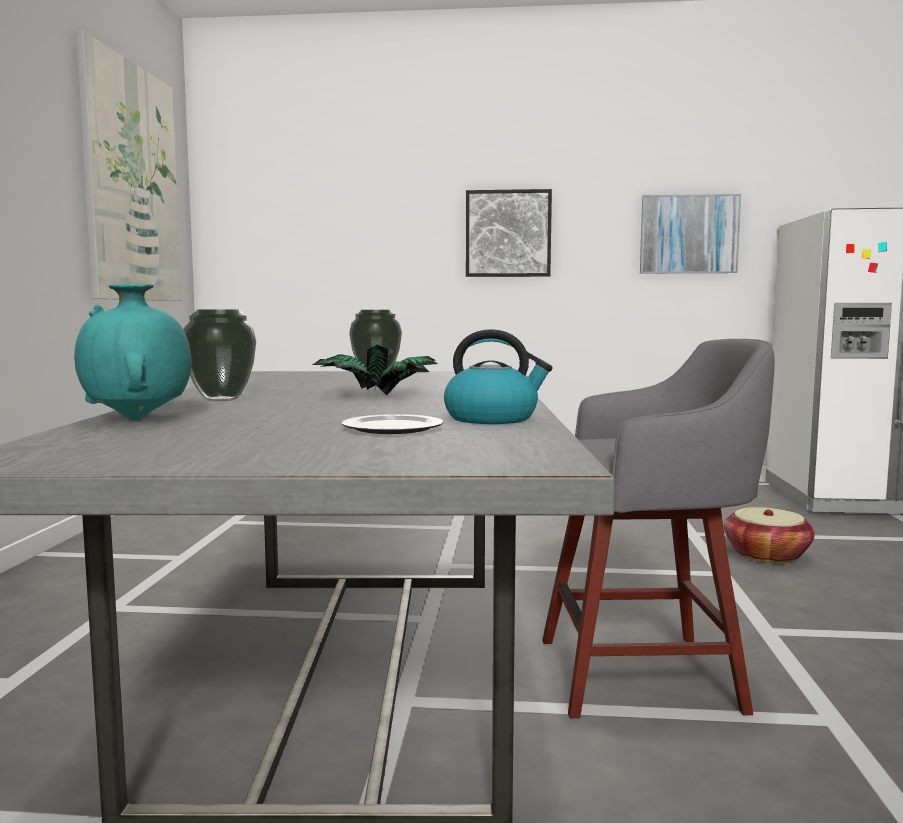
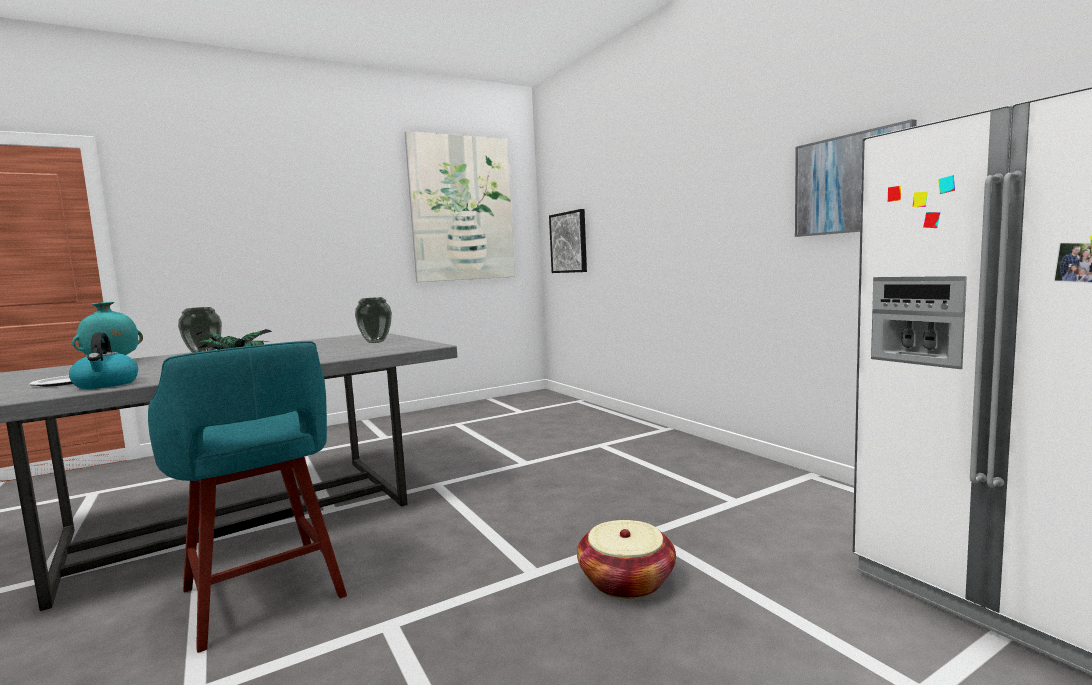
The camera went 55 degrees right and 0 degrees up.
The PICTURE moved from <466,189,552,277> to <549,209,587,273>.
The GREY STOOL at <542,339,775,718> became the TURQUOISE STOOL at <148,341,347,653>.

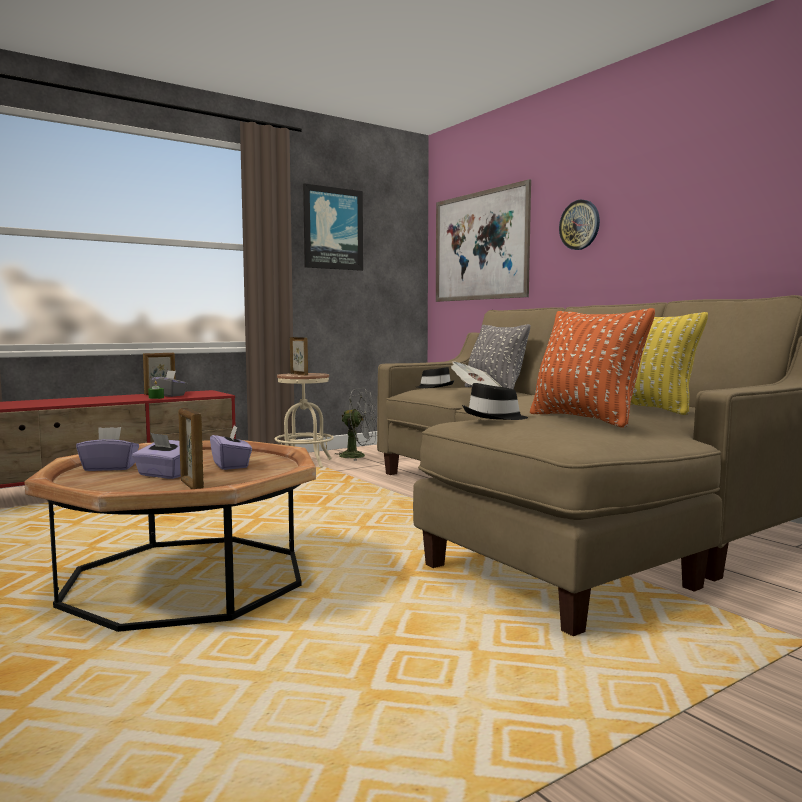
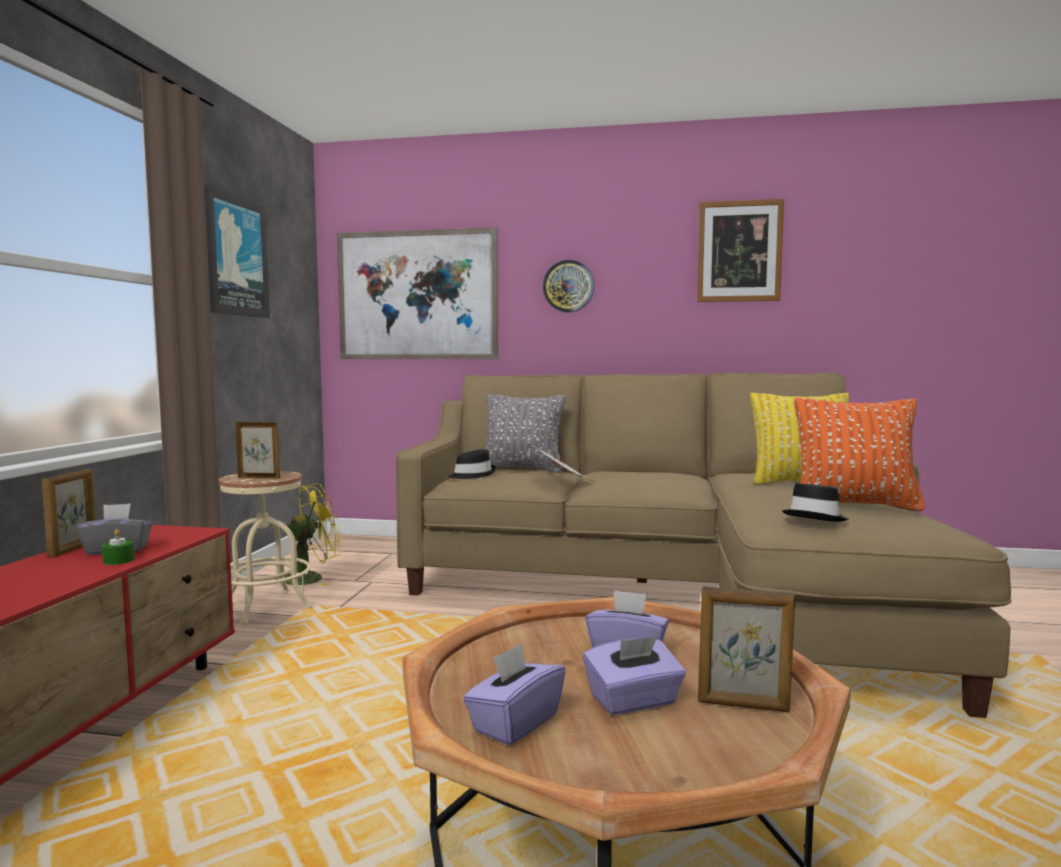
The camera went 45 degrees left and 0 degrees up.
The GREY FAN at <335,388,377,461> became the YELLOW FAN at <275,483,342,586>.
The PICTURE at <697,199,784,302> appeared.

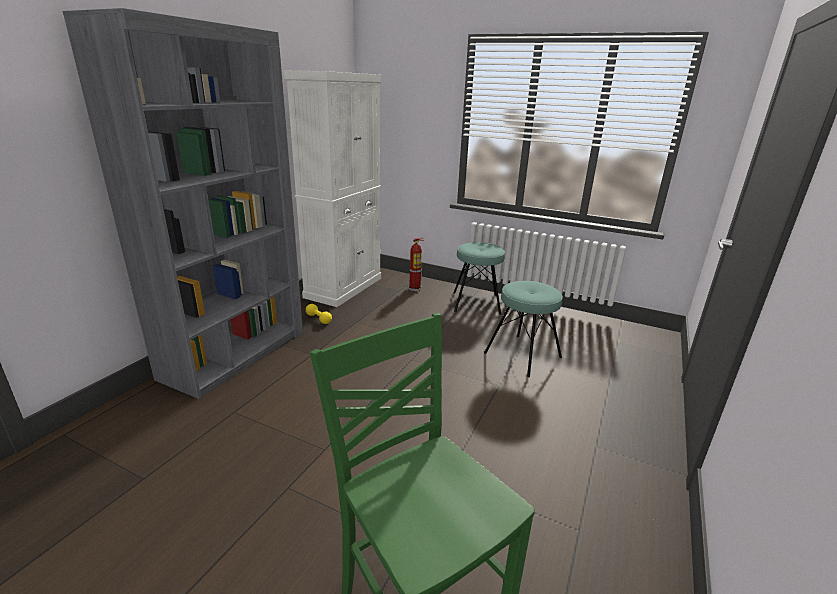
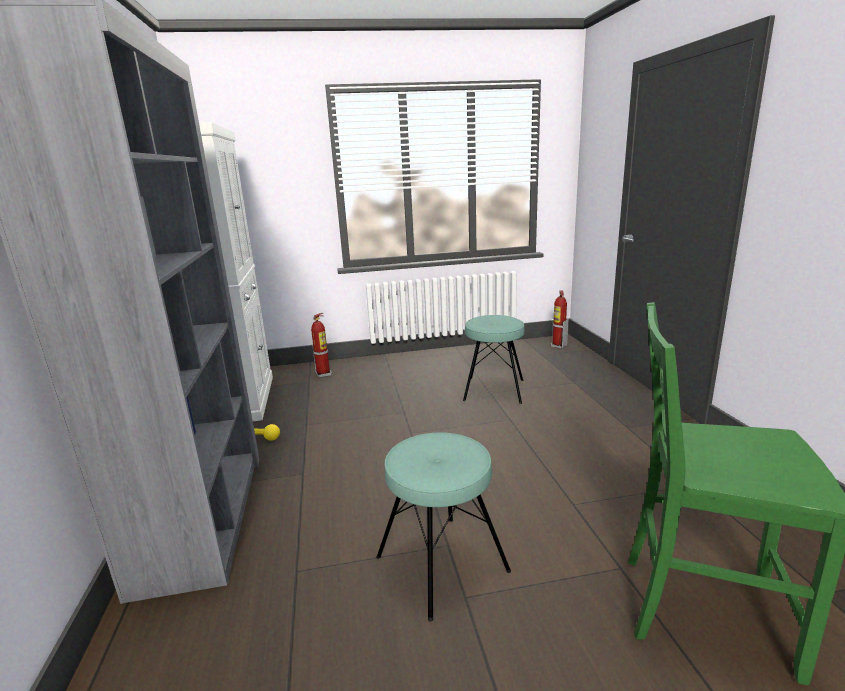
The camera went 35 degrees left and 5 degrees down.
The TURQUOISE STOOL moved from <453,242,505,315> to <376,433,511,621>.
The FIRE EXTINGUISHER at <550,290,568,349> appeared.

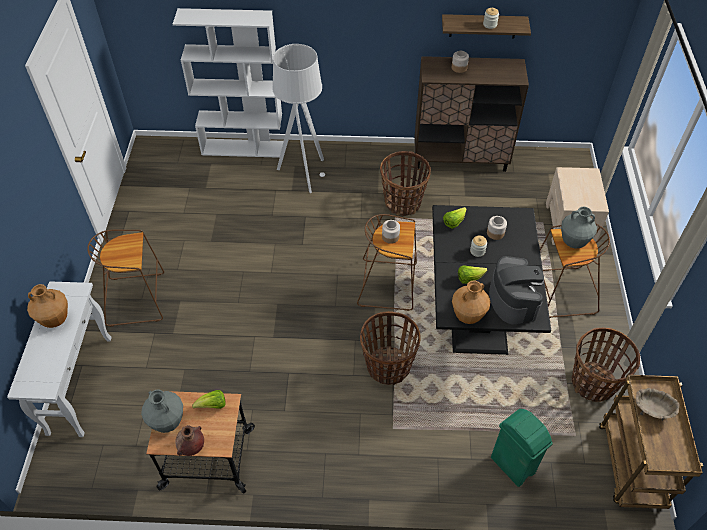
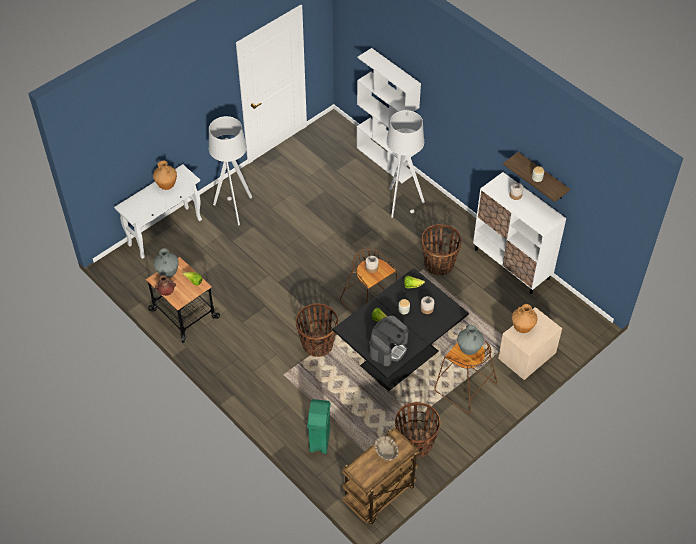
The camera went 45 degrees right and 0 degrees up.
The BROWN STOOL at <87,230,164,327> was replaced by the GREY FLOOR LAMP at <209,116,252,226>.
The BROWN CABINET at <415,56,529,172> became the WHITE CABINET at <473,172,566,294>.
The BROWN VASE moved from <452,281,490,324> to <512,304,538,333>.

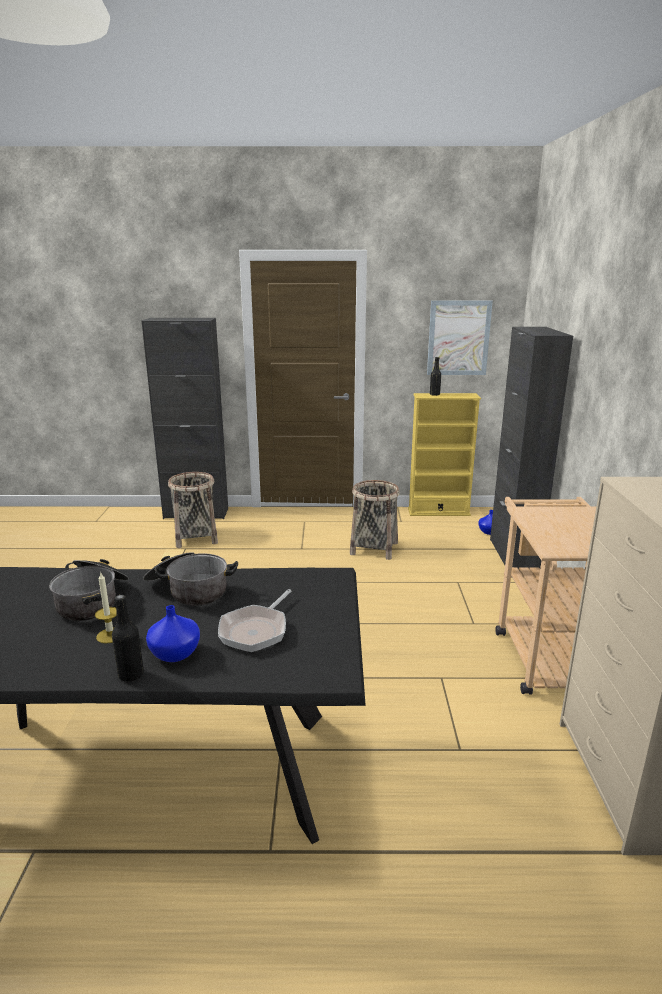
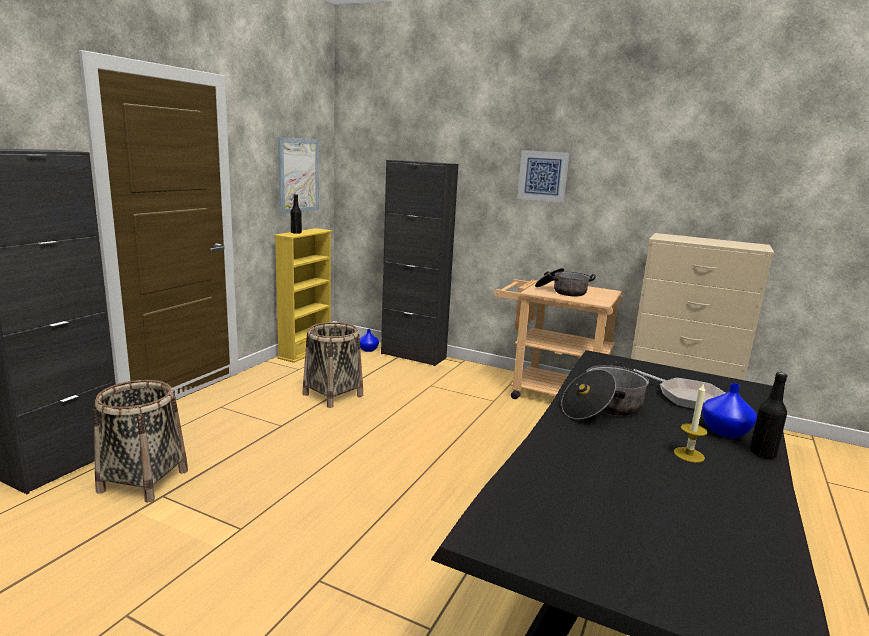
The camera went 65 degrees left and 5 degrees down.
The COOKING POT moved from <49,559,129,621> to <535,268,596,296>.
The PICTURE at <517,150,570,202> appeared.

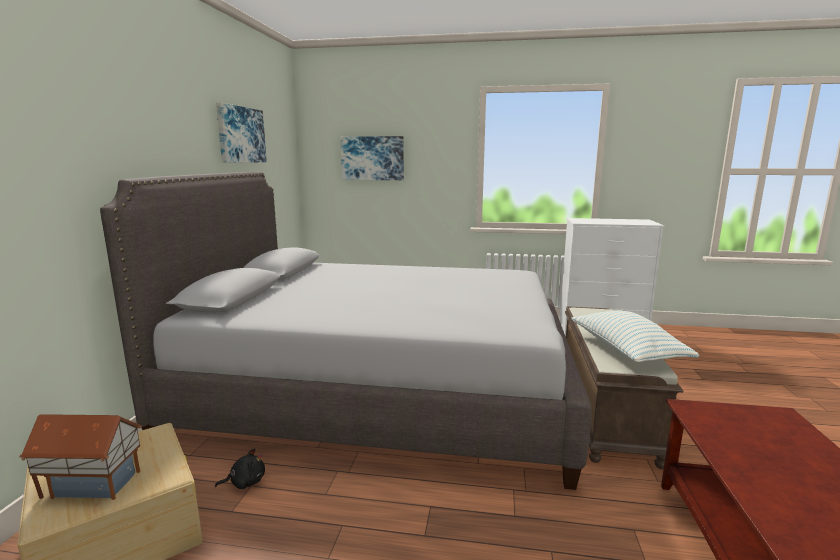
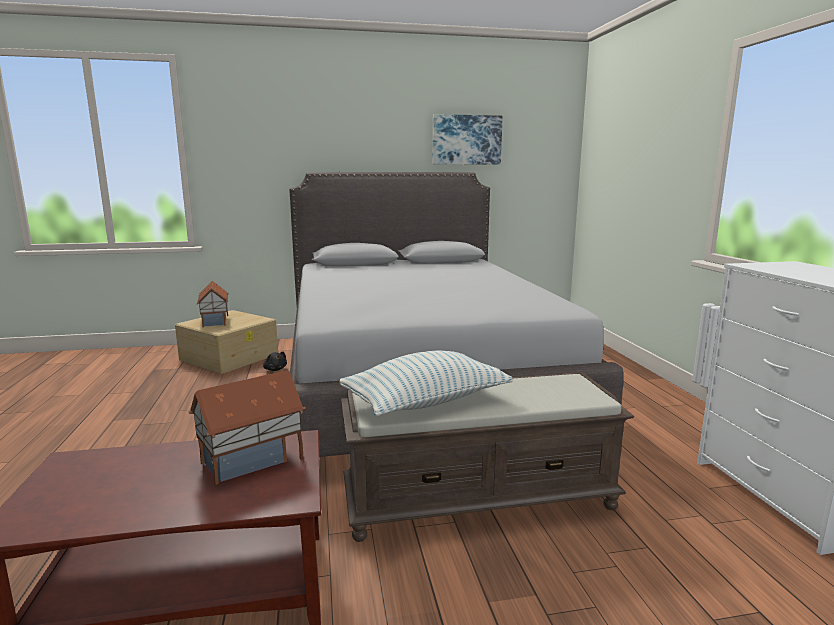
The camera went 70 degrees right and 0 degrees up.
The PICTURE at <340,136,404,180> disappeared.
The TOY HOUSE at <189,370,306,485> appeared.

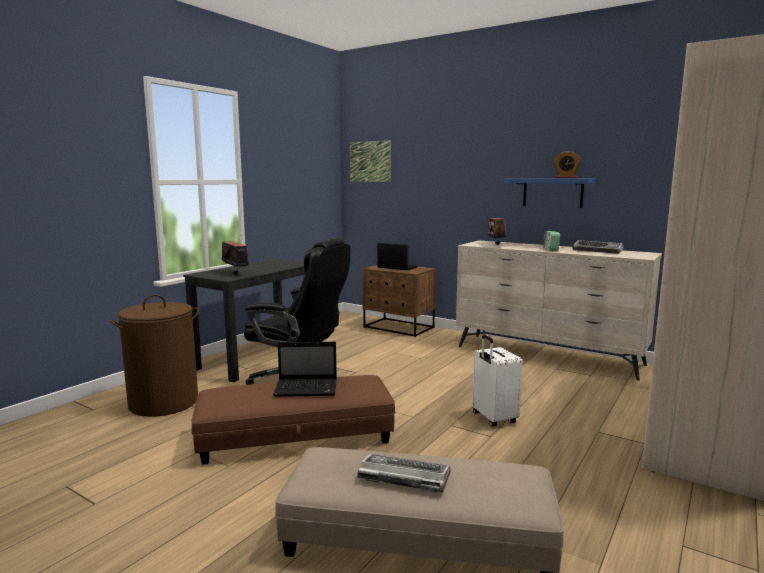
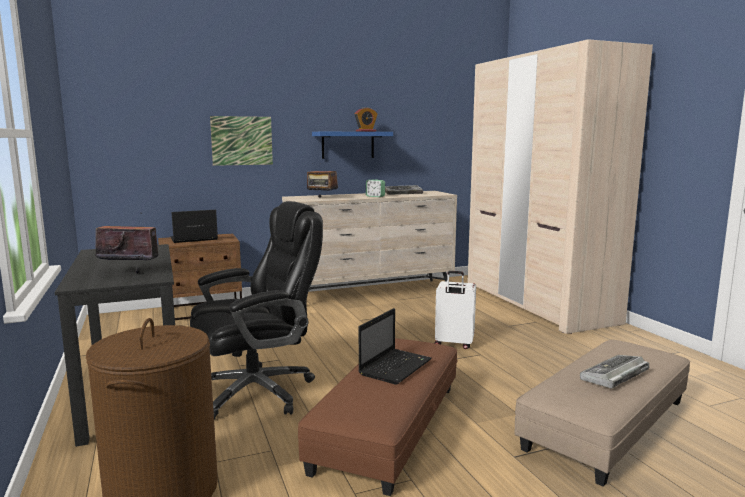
The camera went 55 degrees left and 0 degrees up.
The PICTURE moved from <350,140,391,182> to <210,116,273,166>.

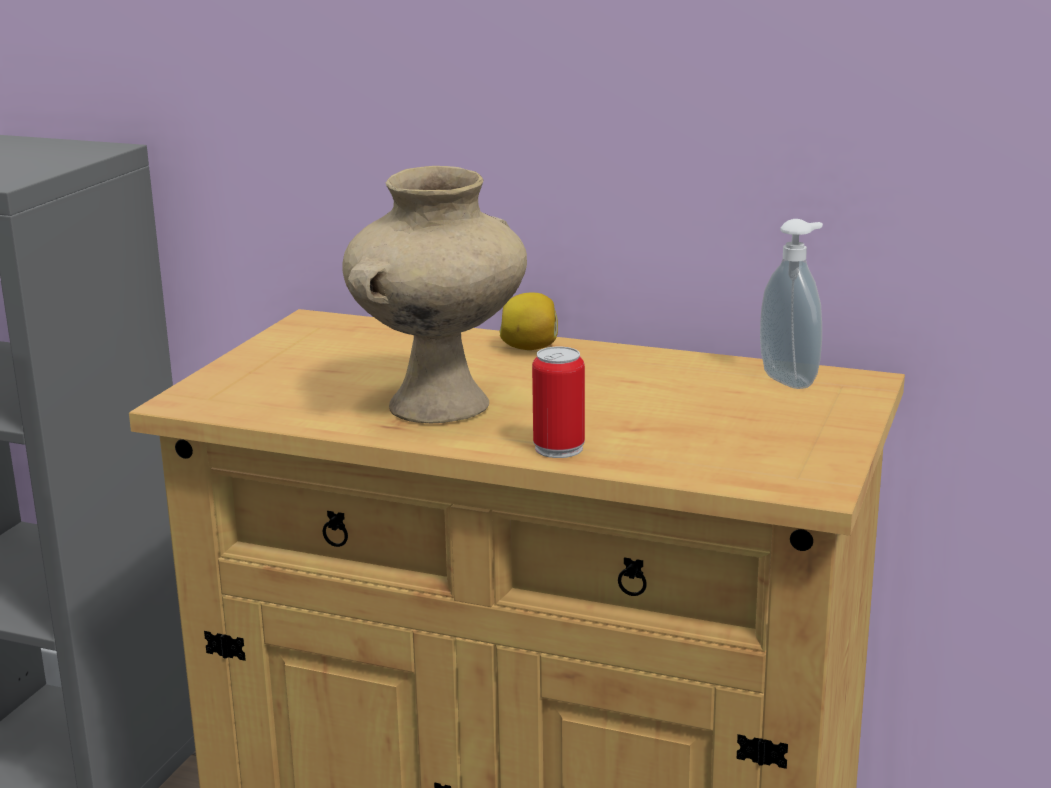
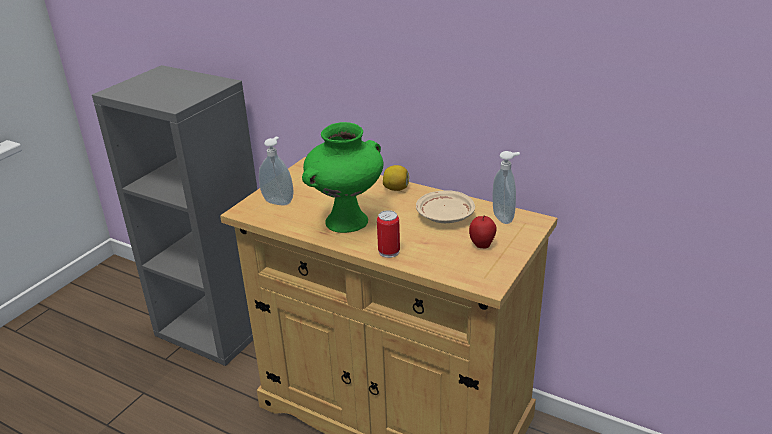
The camera went 10 degrees right and 10 degrees up.
The BEIGE VASE at <342,166,527,423> became the GREEN VASE at <302,122,383,233>.
The SOAP DISPENSER at <259,137,294,205> appeared.
The BEIGE PLATE at <416,190,475,223> appeared.
The APPLE at <469,215,497,248> appeared.

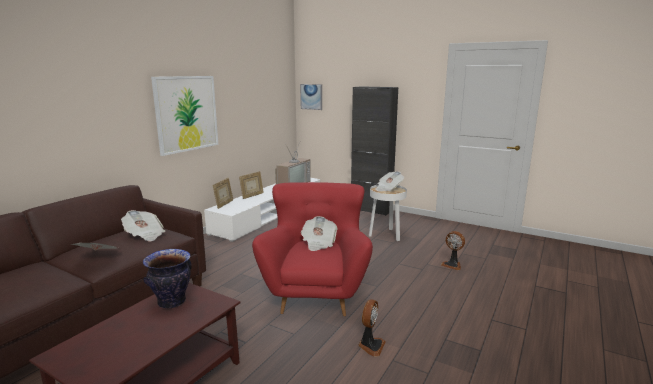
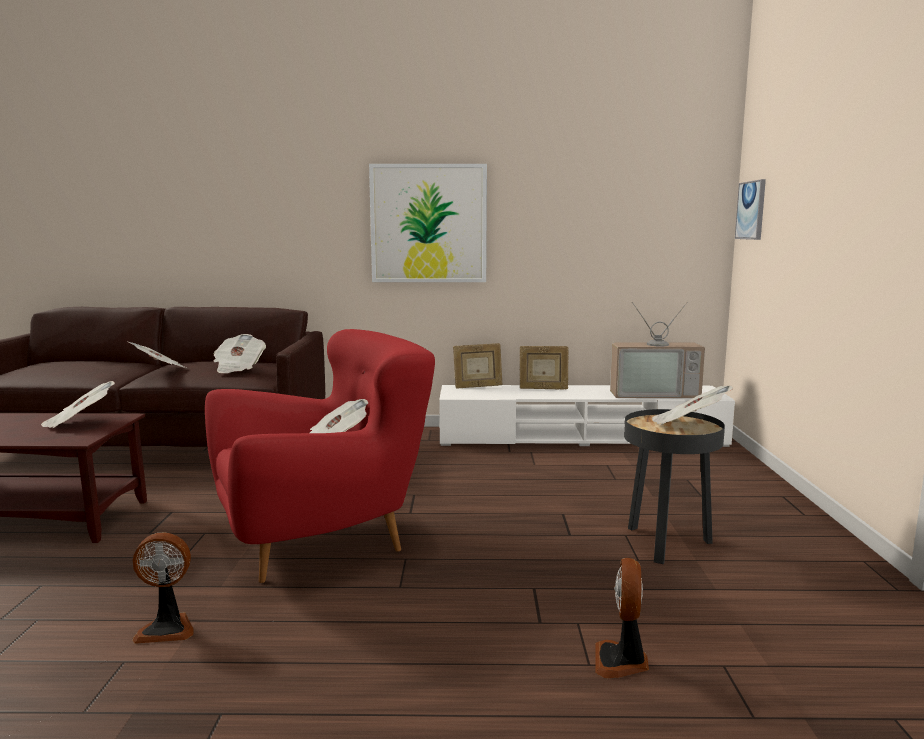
The camera went 60 degrees right and 5 degrees down.
The VASE at <143,249,191,308> was replaced by the NEWSPAPER at <41,381,115,428>.
The BLACK CABINET at <351,86,398,216> disappeared.
The WHITE SIDE TABLE at <369,185,407,241> became the BLACK SIDE TABLE at <624,409,725,564>.

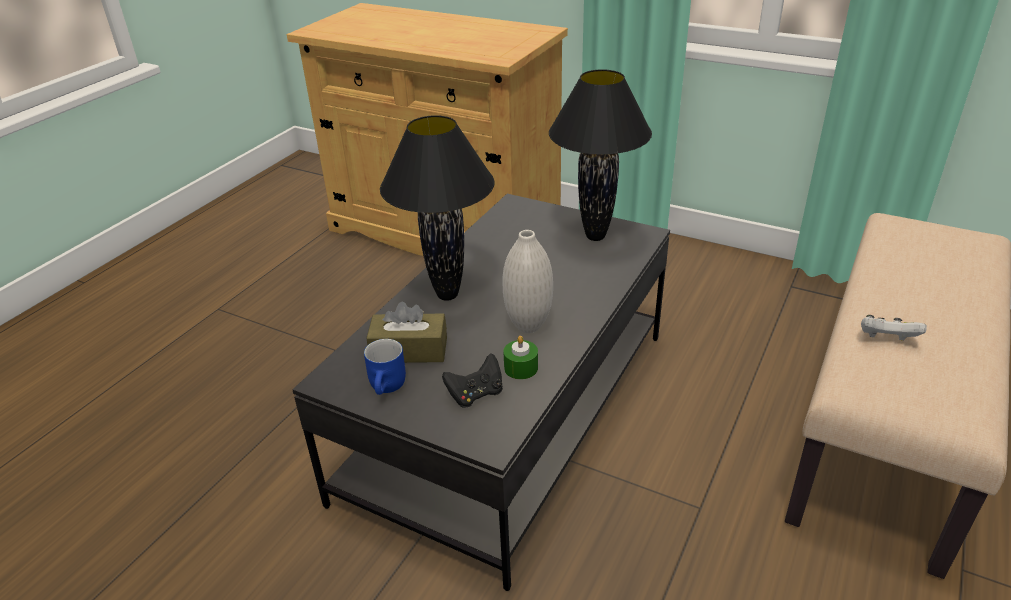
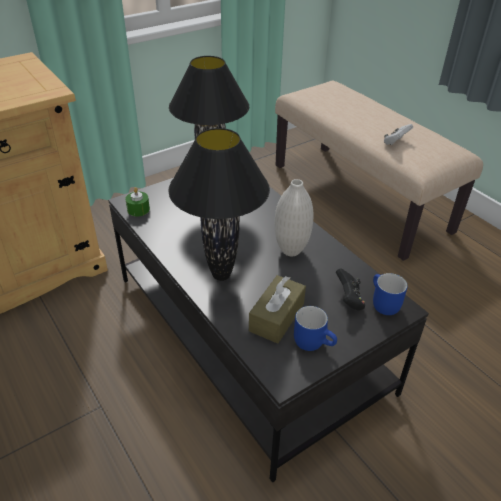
The camera went 65 degrees left and 5 degrees up.
The GREEN CANDLE moved from <503,336,538,379> to <126,187,150,216>.
The BLUE MUG at <373,273,408,315> appeared.

